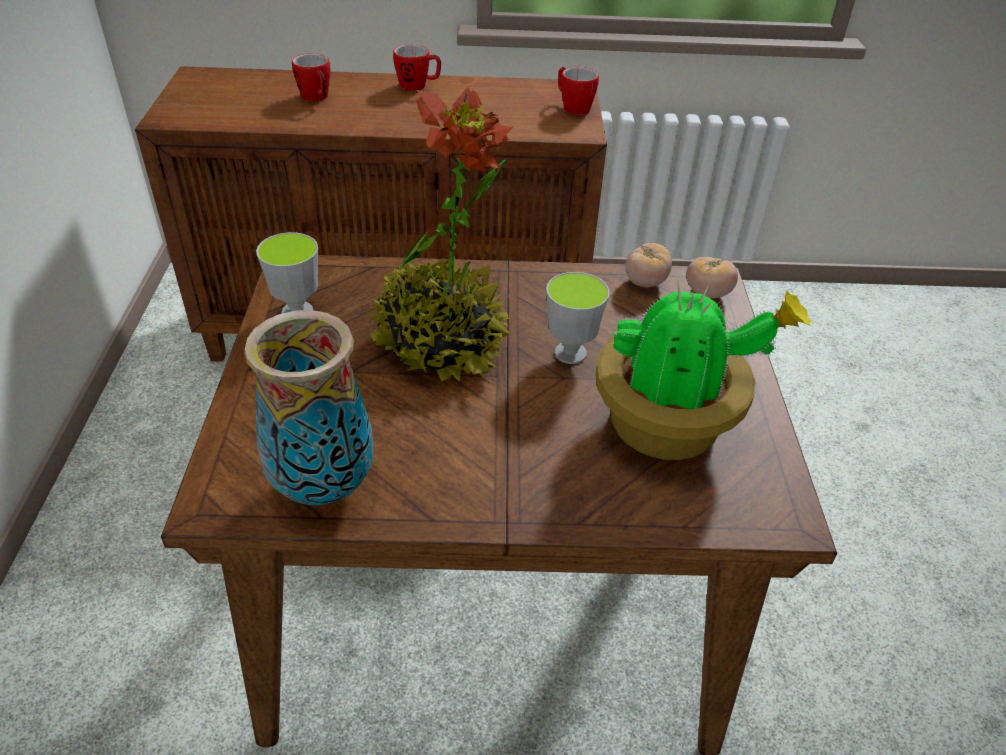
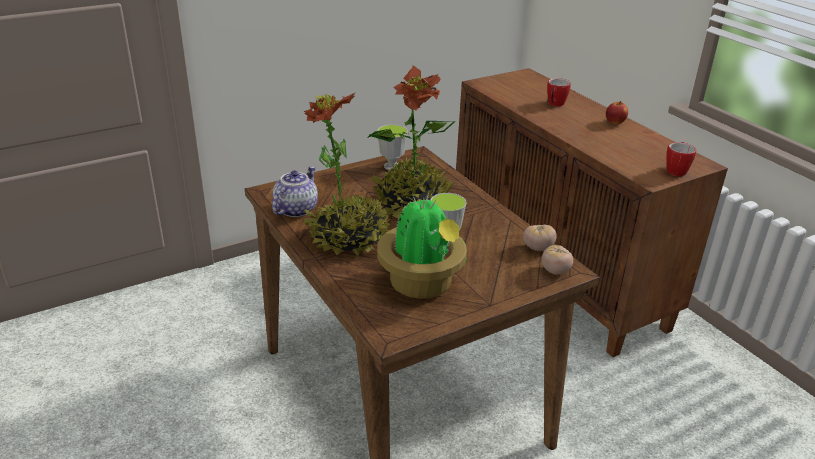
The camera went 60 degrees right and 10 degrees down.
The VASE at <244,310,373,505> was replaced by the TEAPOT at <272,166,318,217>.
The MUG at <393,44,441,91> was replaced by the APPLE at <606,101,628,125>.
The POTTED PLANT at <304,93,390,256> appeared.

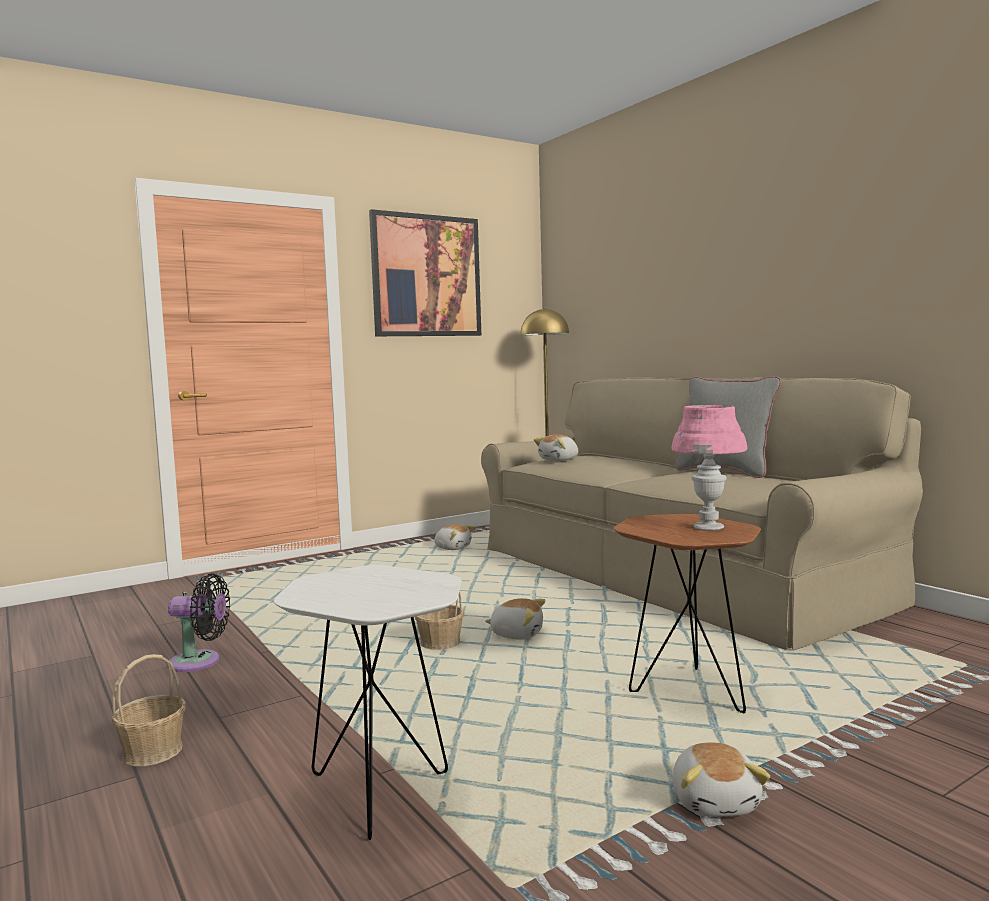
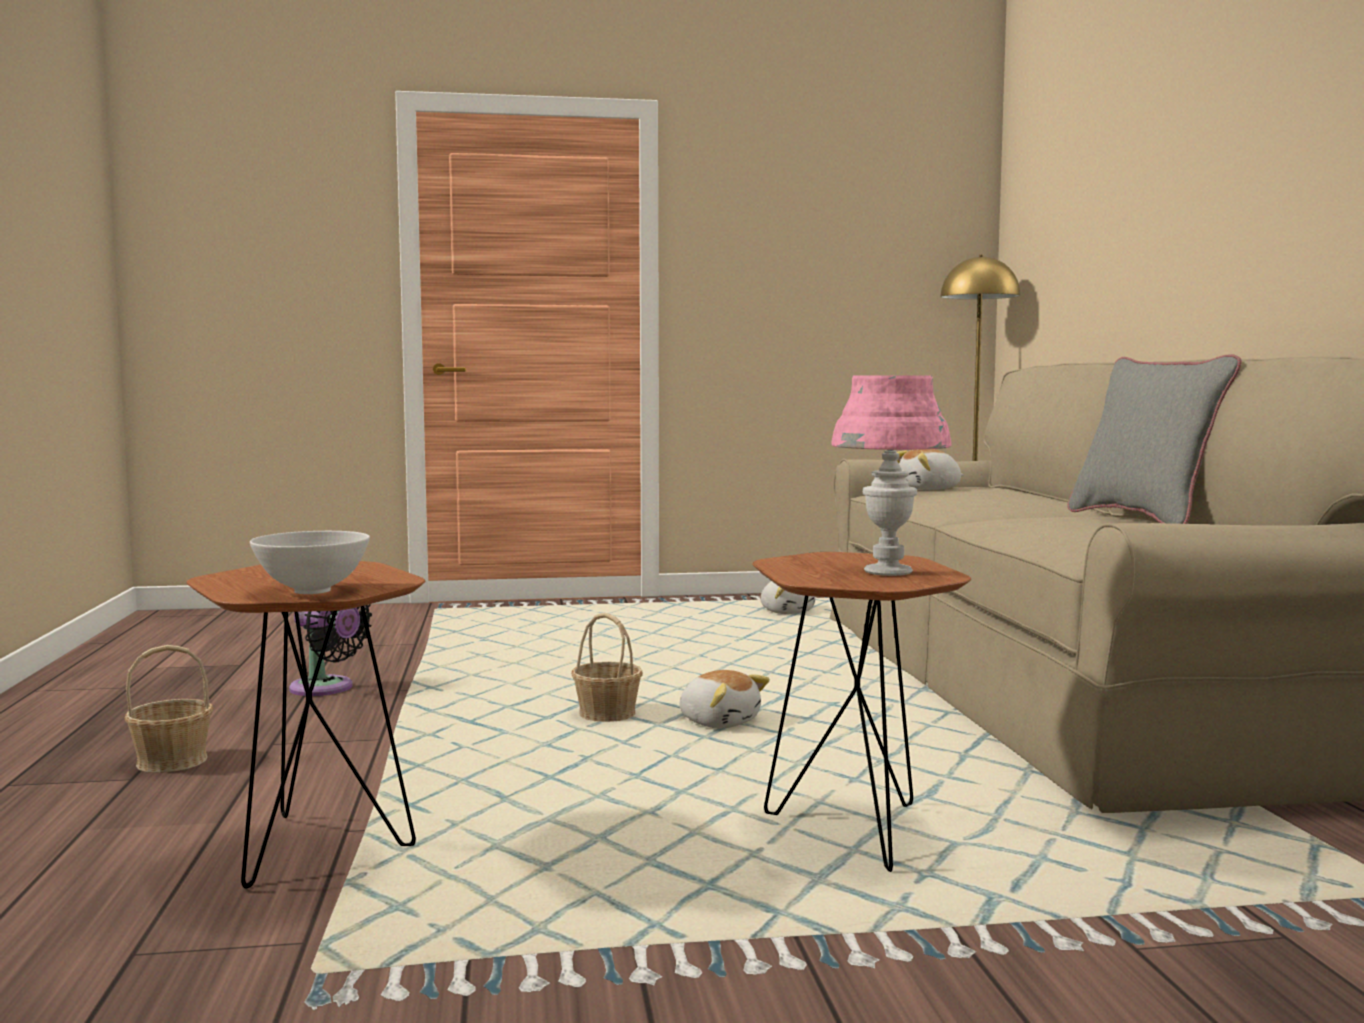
The camera went 25 degrees right and 0 degrees up.
The WHITE SIDE TABLE at <274,565,462,840> became the BROWN SIDE TABLE at <187,561,425,889>.
The PICTURE at <369,209,481,336> disappeared.
The PLUSH TOY at <672,742,770,817> disappeared.
The WHITE BOWL at <250,531,370,594> appeared.

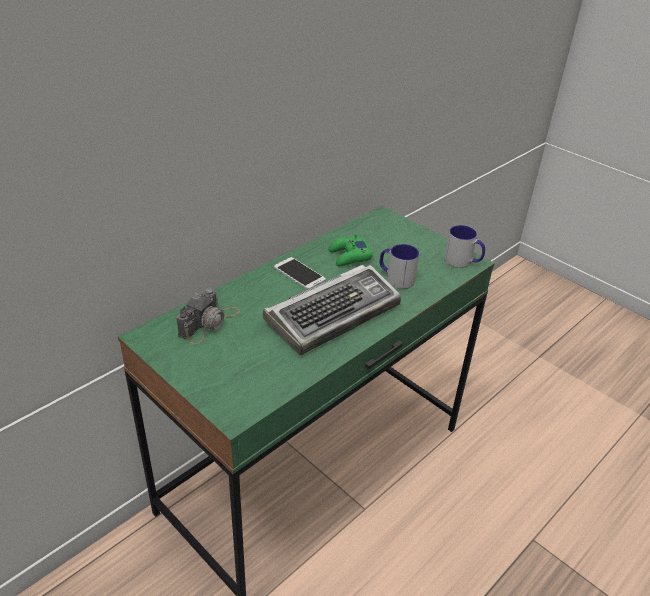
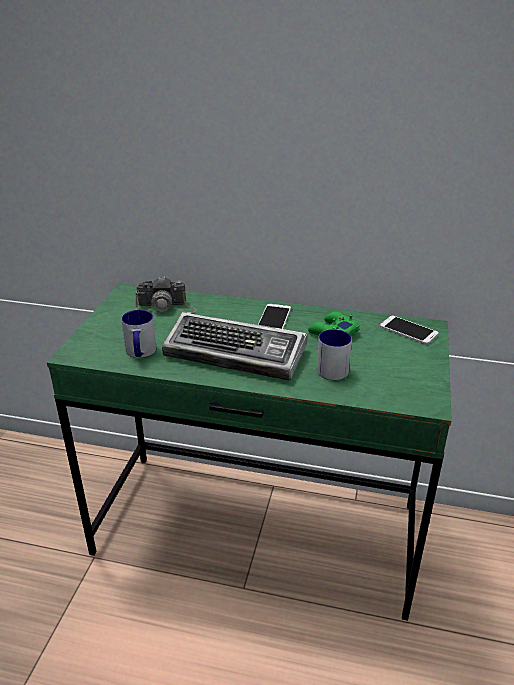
The camera went 60 degrees right and 5 degrees down.
The MUG moved from <444,225,485,268> to <121,310,156,358>.
The PHONE at <380,316,439,344> appeared.

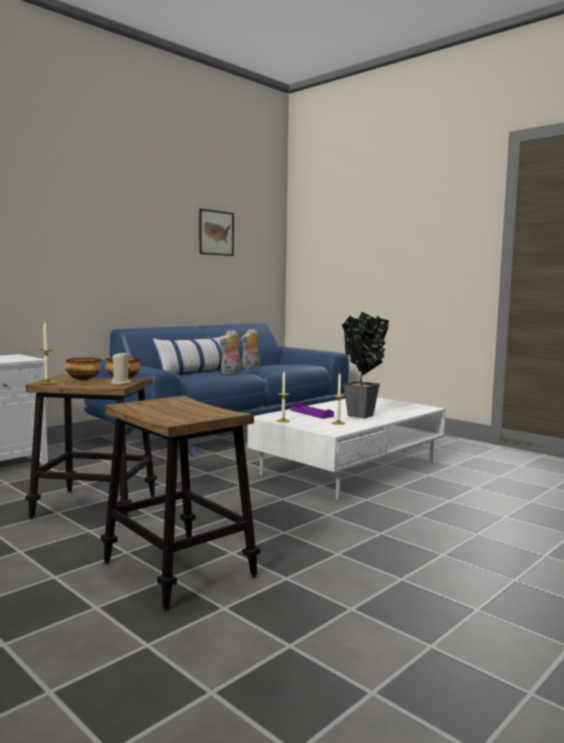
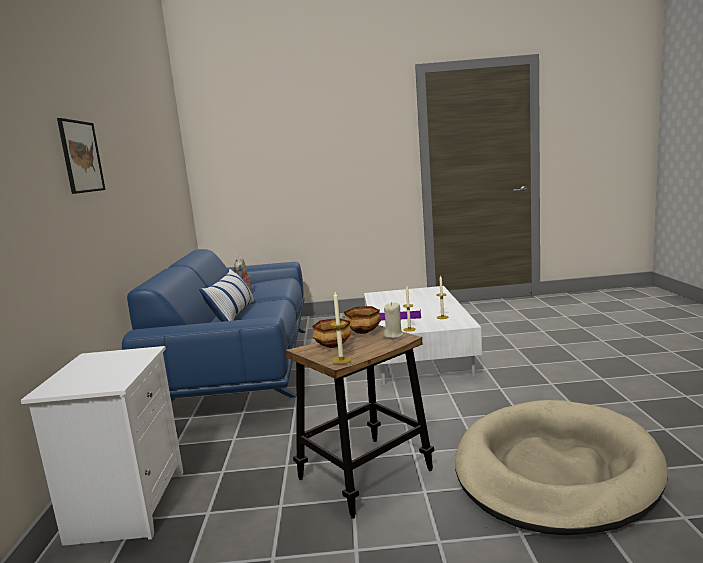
The camera went 45 degrees left and 5 degrees up.
The STOOL at <101,396,260,612> was replaced by the BEIGE DOG BED at <455,400,668,535>.
The PICTURE moved from <199,209,234,256> to <57,118,106,194>.
The PLUSH TOY at <219,330,241,375> disappeared.
The POTTED PLANT at <342,312,389,418> disappeared.

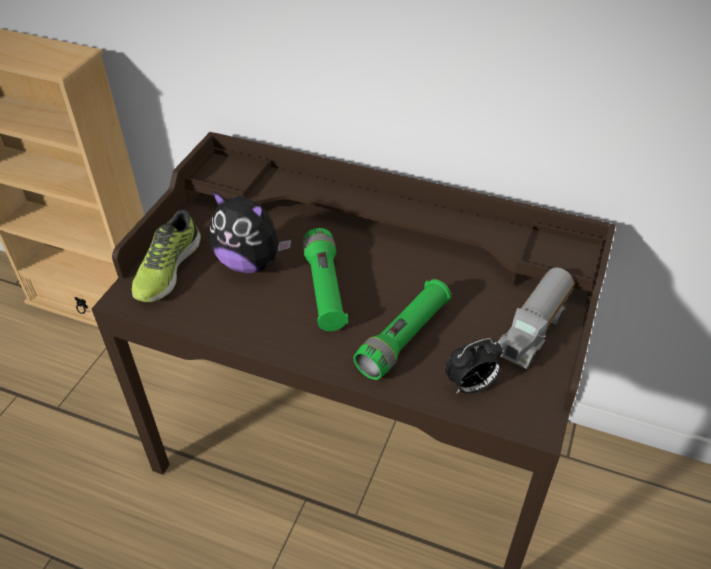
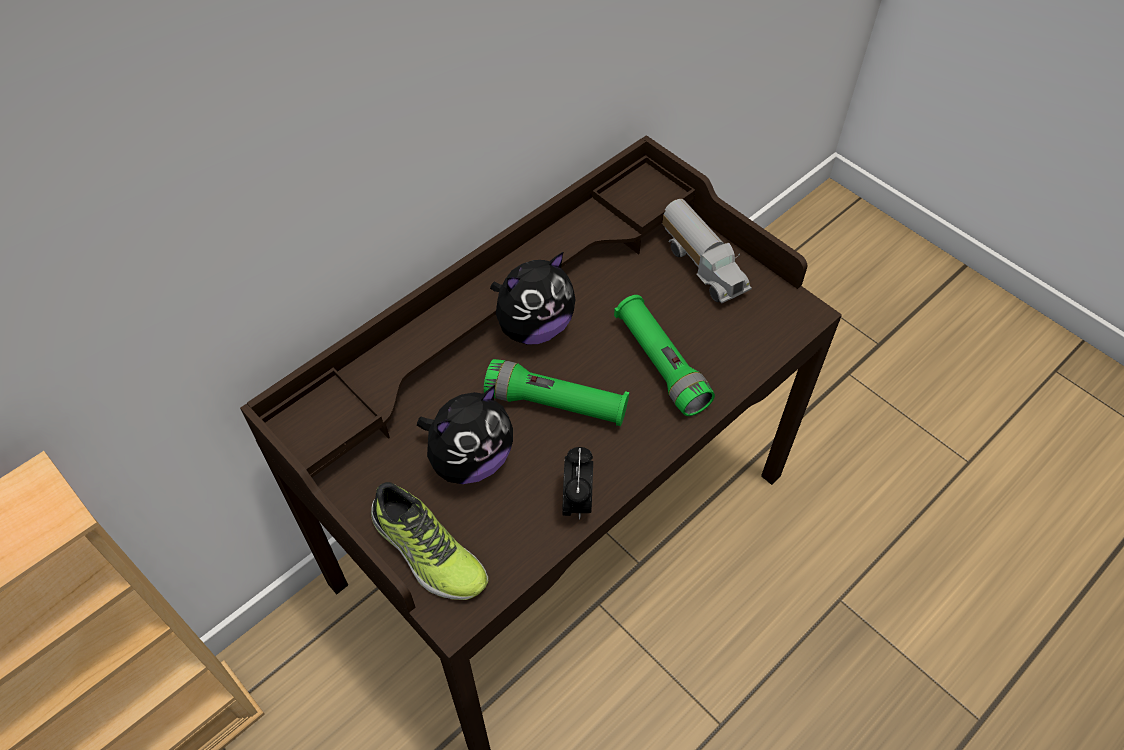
The camera went 65 degrees left and 10 degrees up.
The ALARM CLOCK moved from <445,338,503,394> to <563,447,593,520>.
The PLUSH TOY at <490,252,575,345> appeared.

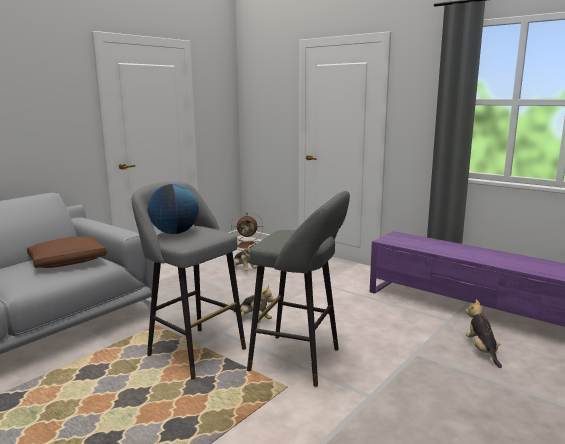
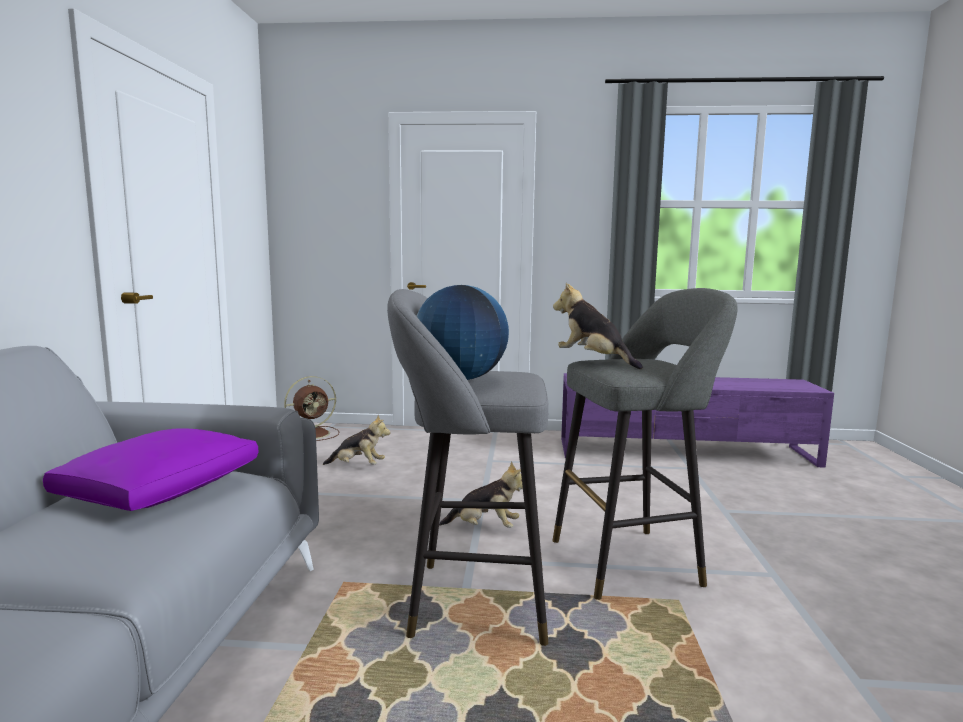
The camera went 35 degrees left and 5 degrees down.
The BROWN PILLOW at <27,236,107,268> became the PURPLE PILLOW at <43,428,258,511>.
The PLUSH TOY moved from <465,299,502,368> to <553,283,643,369>.

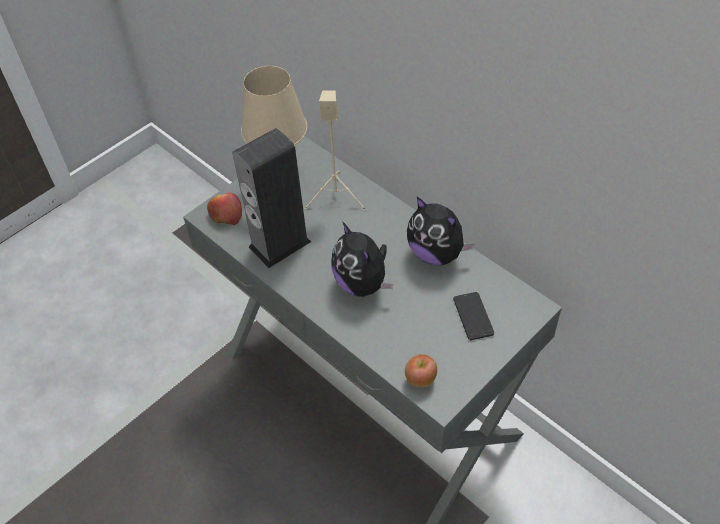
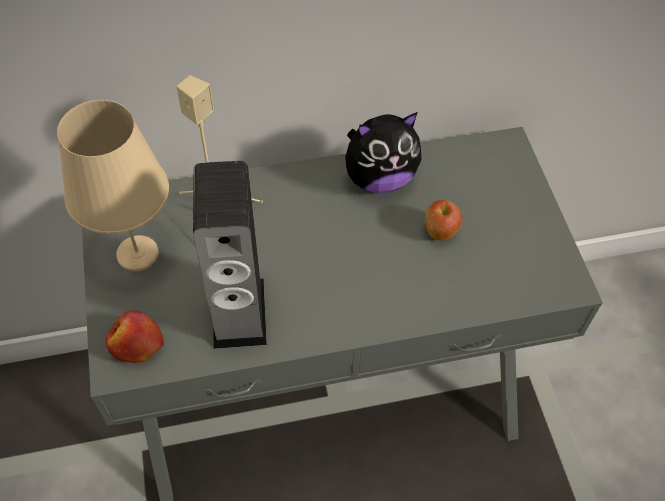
The camera went 60 degrees left and 5 degrees up.
The PLUSH TOY at <331,221,393,297> disappeared.
The APPLE moved from <405,354,437,387> to <425,200,462,241>.
The PHONE at <453,292,494,340> disappeared.

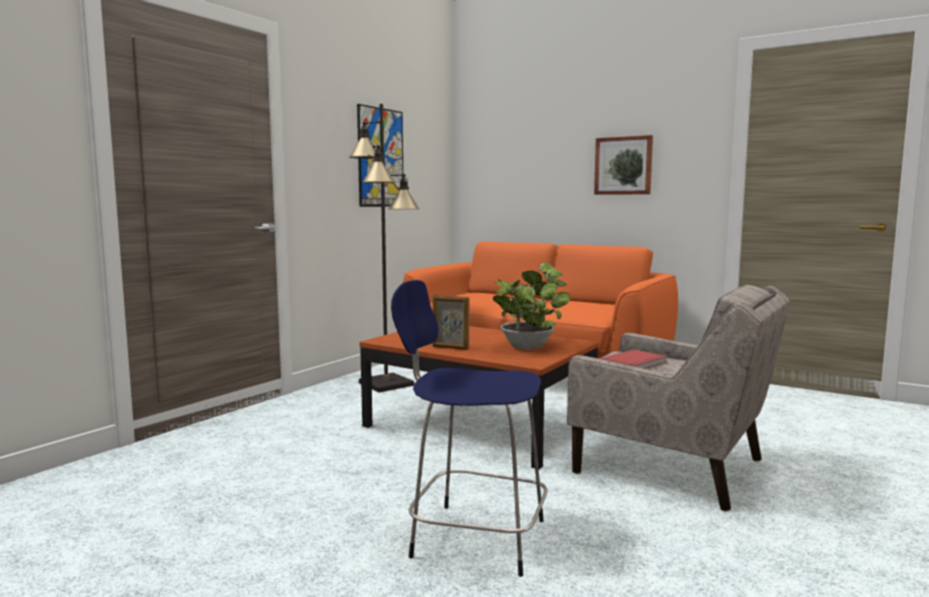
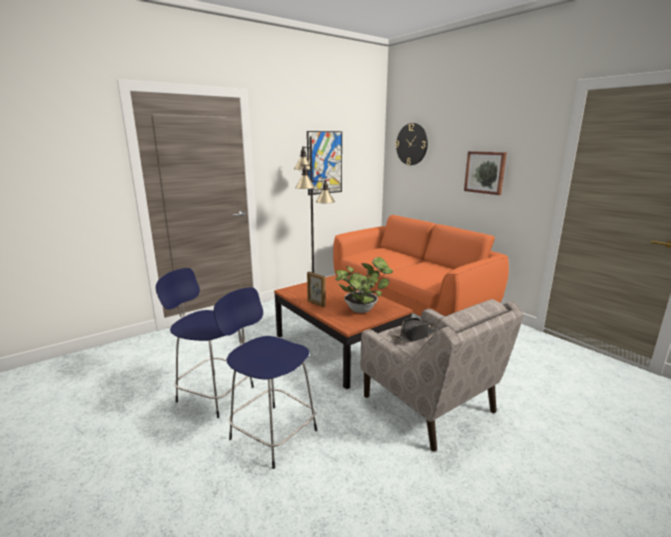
The camera went 20 degrees right and 10 degrees up.
The RED BOOK at <600,350,668,369> was replaced by the BLACK HAT at <391,318,436,343>.
The BLUE STOOL at <156,268,254,418> appeared.
The WALL CLOCK at <396,123,428,165> appeared.

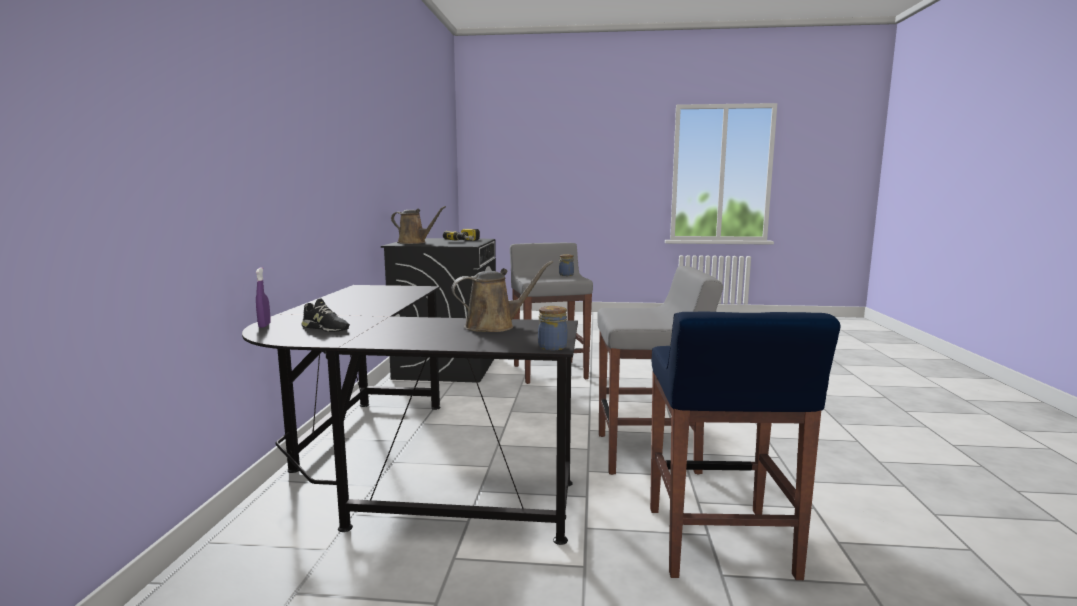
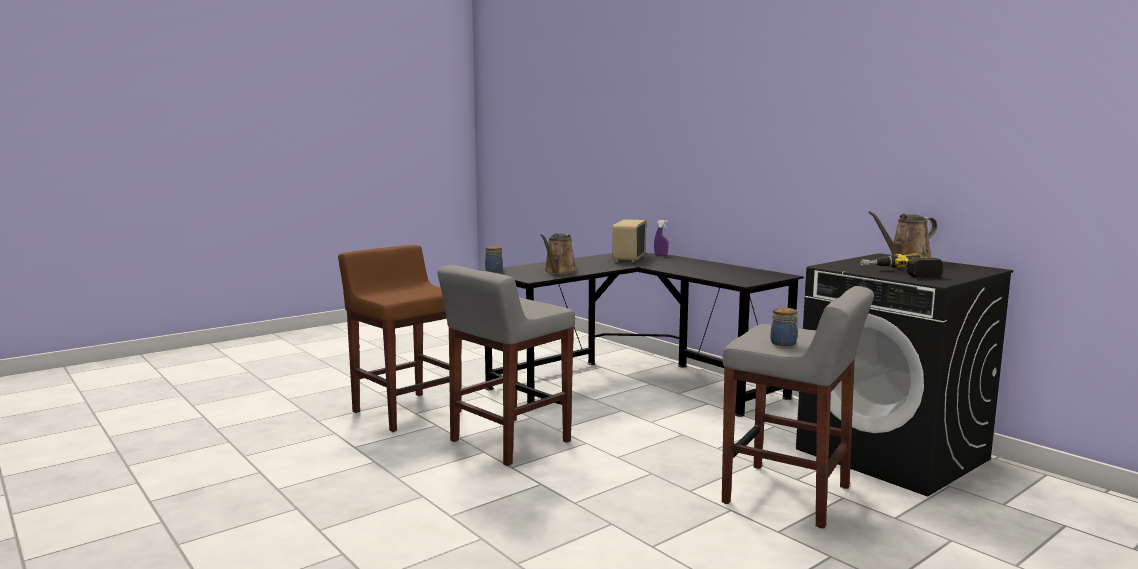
The camera went 135 degrees right and 0 degrees up.
The BLACK SHOE at <302,298,350,332> was replaced by the RADIO at <612,219,646,262>.
The BLUE STOOL at <650,312,841,580> became the BROWN STOOL at <338,245,461,432>.

